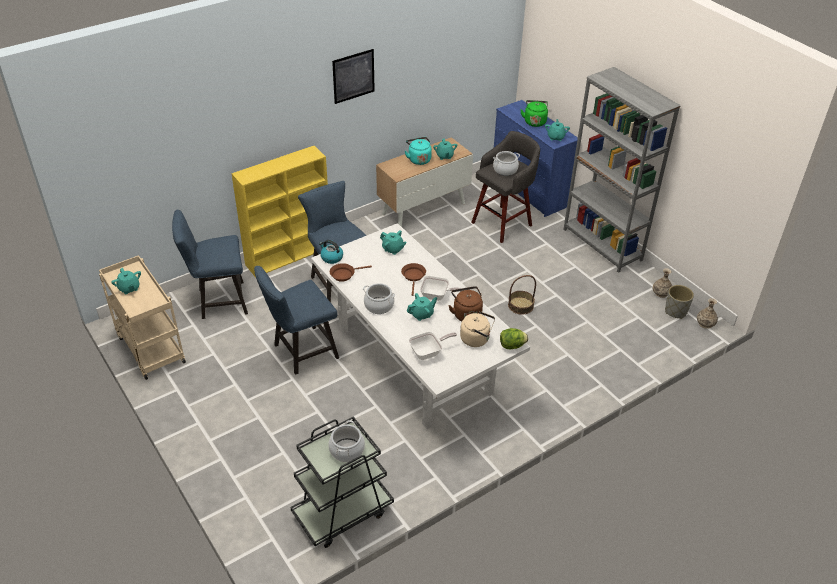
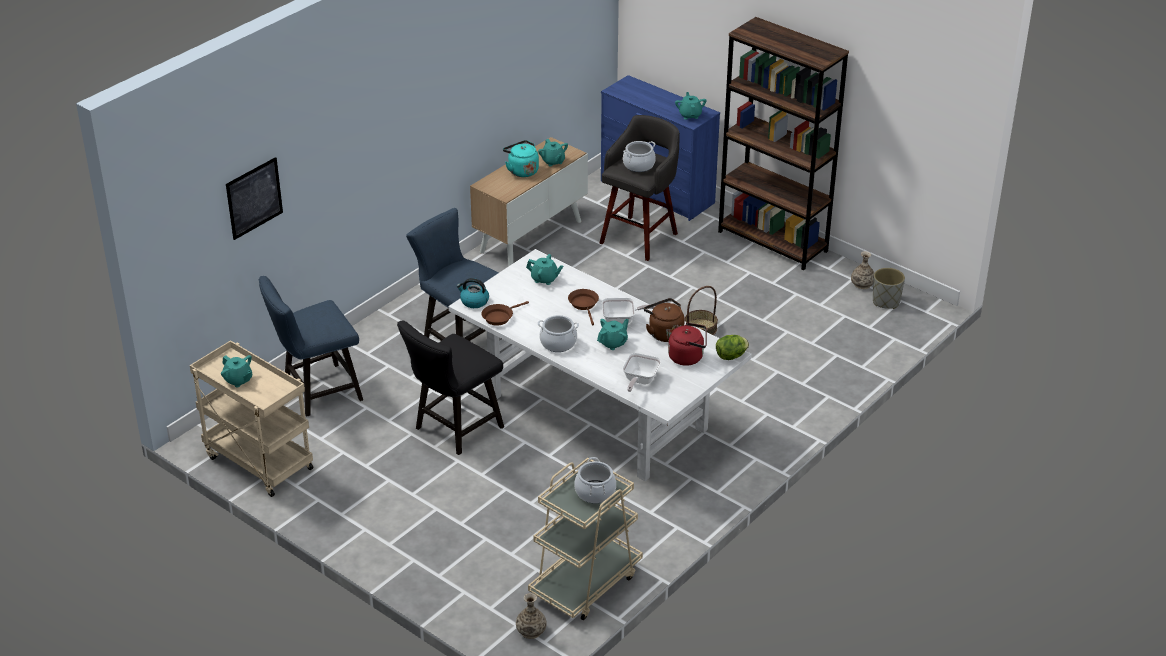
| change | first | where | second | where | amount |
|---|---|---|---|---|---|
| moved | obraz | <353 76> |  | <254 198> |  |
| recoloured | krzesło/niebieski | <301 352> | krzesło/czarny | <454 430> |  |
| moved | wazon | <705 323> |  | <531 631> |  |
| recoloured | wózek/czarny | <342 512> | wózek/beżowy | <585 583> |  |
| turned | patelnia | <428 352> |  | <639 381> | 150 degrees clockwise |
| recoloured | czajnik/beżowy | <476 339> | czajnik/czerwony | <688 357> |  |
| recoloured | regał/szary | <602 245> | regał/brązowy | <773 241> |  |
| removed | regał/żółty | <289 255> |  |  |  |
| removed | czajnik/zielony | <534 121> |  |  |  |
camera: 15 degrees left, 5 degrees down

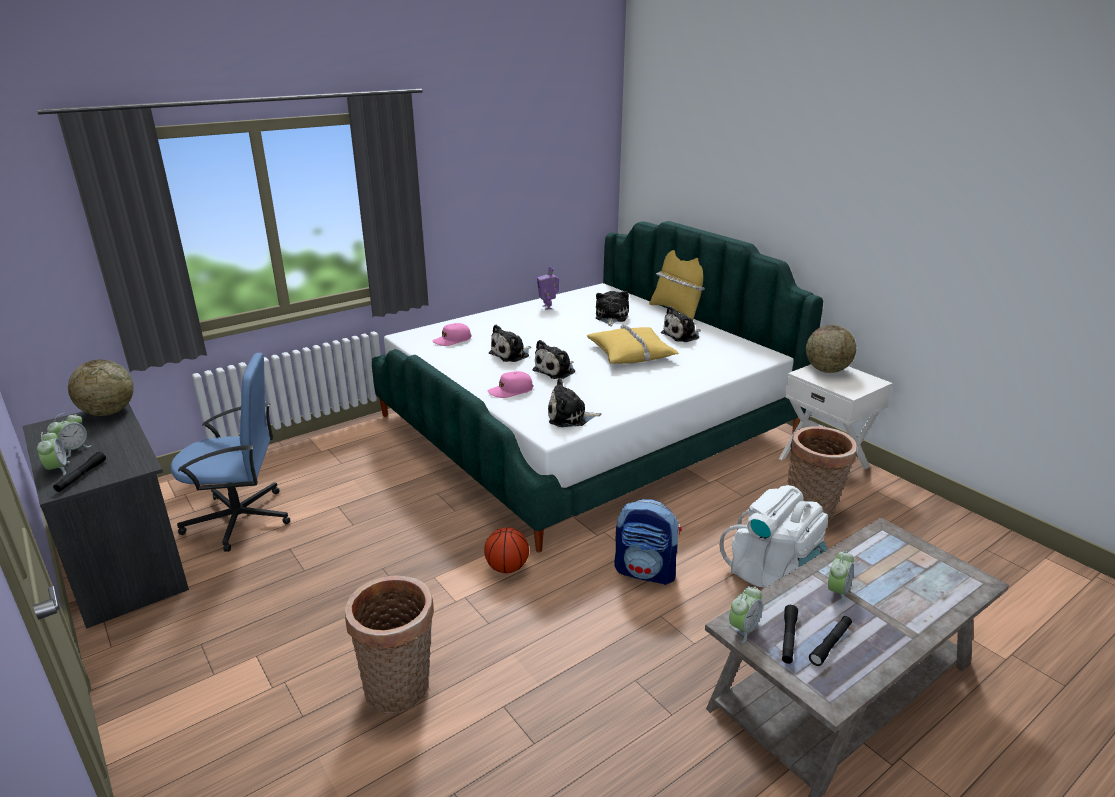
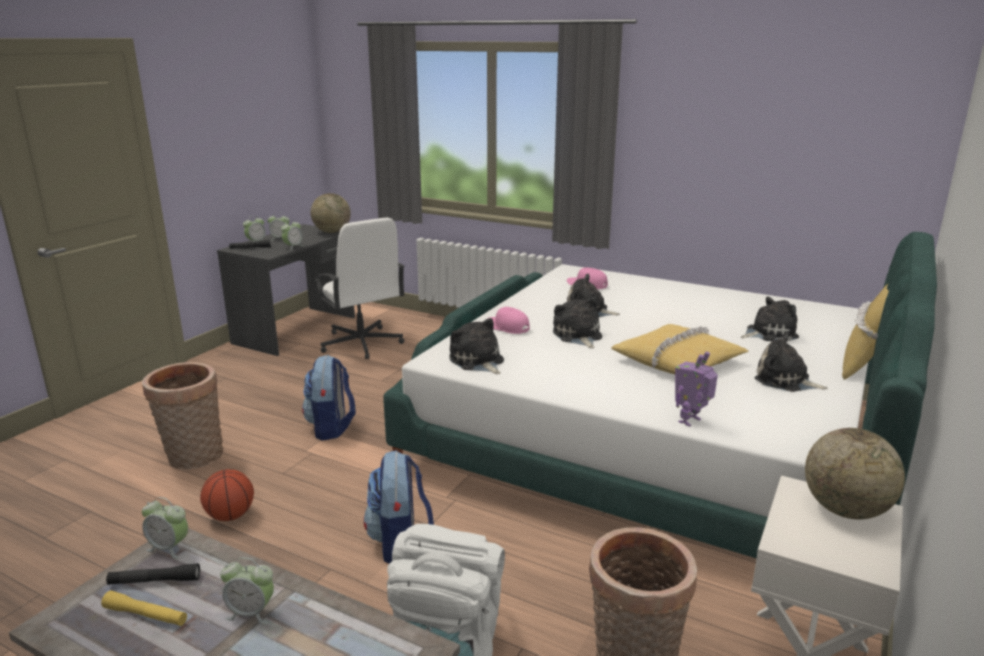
| change | first | where | second | where | amount |
|---|---|---|---|---|---|
| recoloured | latarka/czarny | <830 644> | latarka/żółty | <146 615> |  |
| moved | piłka do koszykówki | <507 568> |  | <230 516> |  |
| added |  |  | budzik | <293 247> |  |
| added |  |  | plecak | <331 427> |  |
| recoloured | krzesło biurowe/niebieski | <240 519> | krzesło biurowe/biały | <361 343> |  |
| turned | pluszak | <556 371> |  | <578 336> | 60 degrees clockwise |
| moved | robot zabawkowy | <548 307> |  | <690 421> |  |
camera: 65 degrees right, 5 degrees down

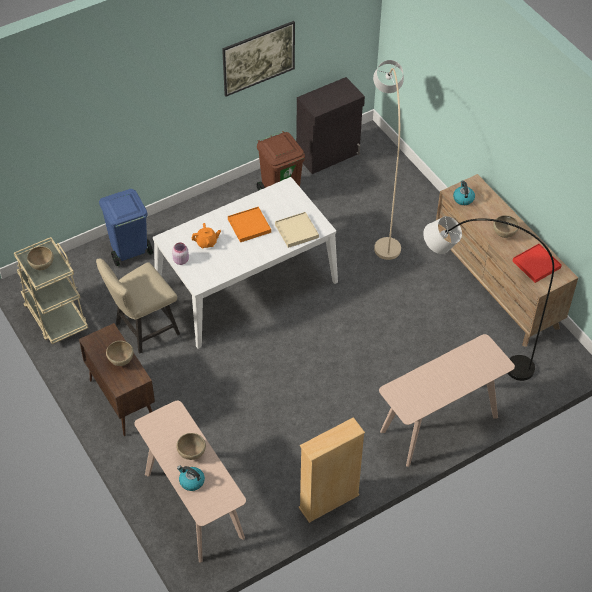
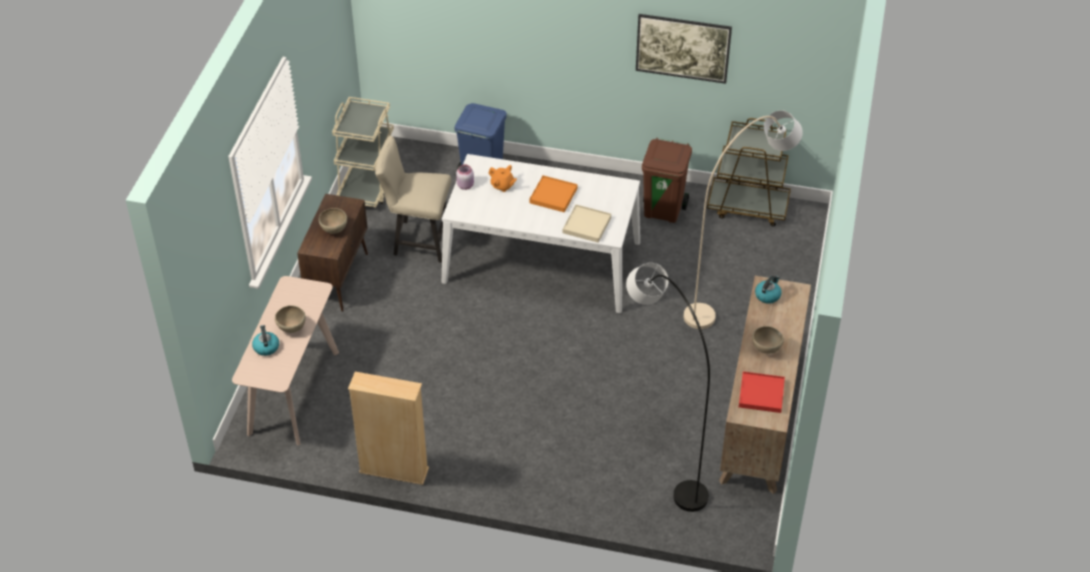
| change | first | where | second | where | amount |
|---|---|---|---|---|---|
| replaced | szafka/czarny | <328 155> | wózek/brązowy | <748 207> |  |
| removed | miska/brązowy | <42 265> |  |  |  |
| removed | stolik konsolowy/beżowy | <439 424> |  |  |  |
camera: 45 degrees right, 5 degrees down

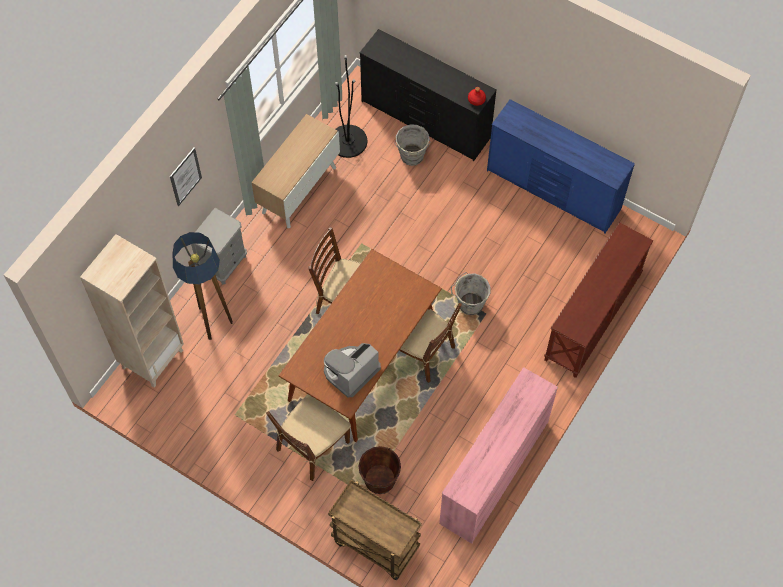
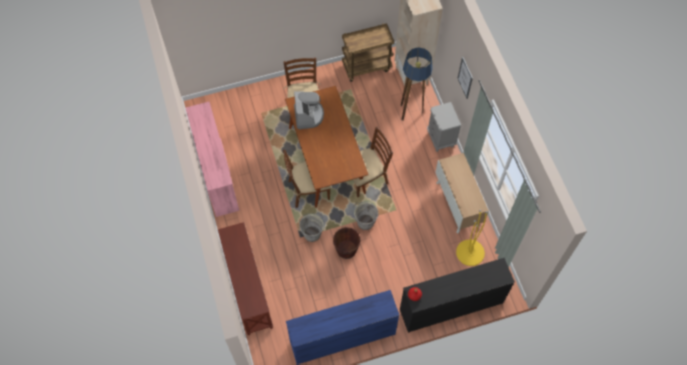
| change | first | where | second | where | amount |
|---|---|---|---|---|---|
| moved | wiadro/brązowy | <380 479> |  | <346 249> |  |
| moved | wózek/brązowy | <374 544> |  | <366 66> |  |
| moved | wiadro/szary | <412 157> |  | <365 222> |  |
| recoloured | lampa stojąca/czarny | <348 141> | lampa stojąca/żółty | <470 252> |  |
camera: 130 degrees right, 0 degrees up

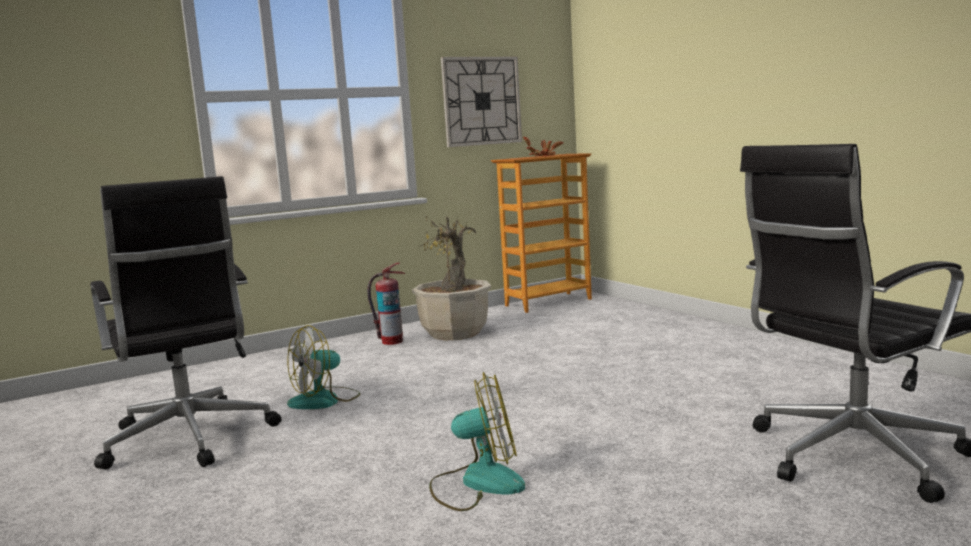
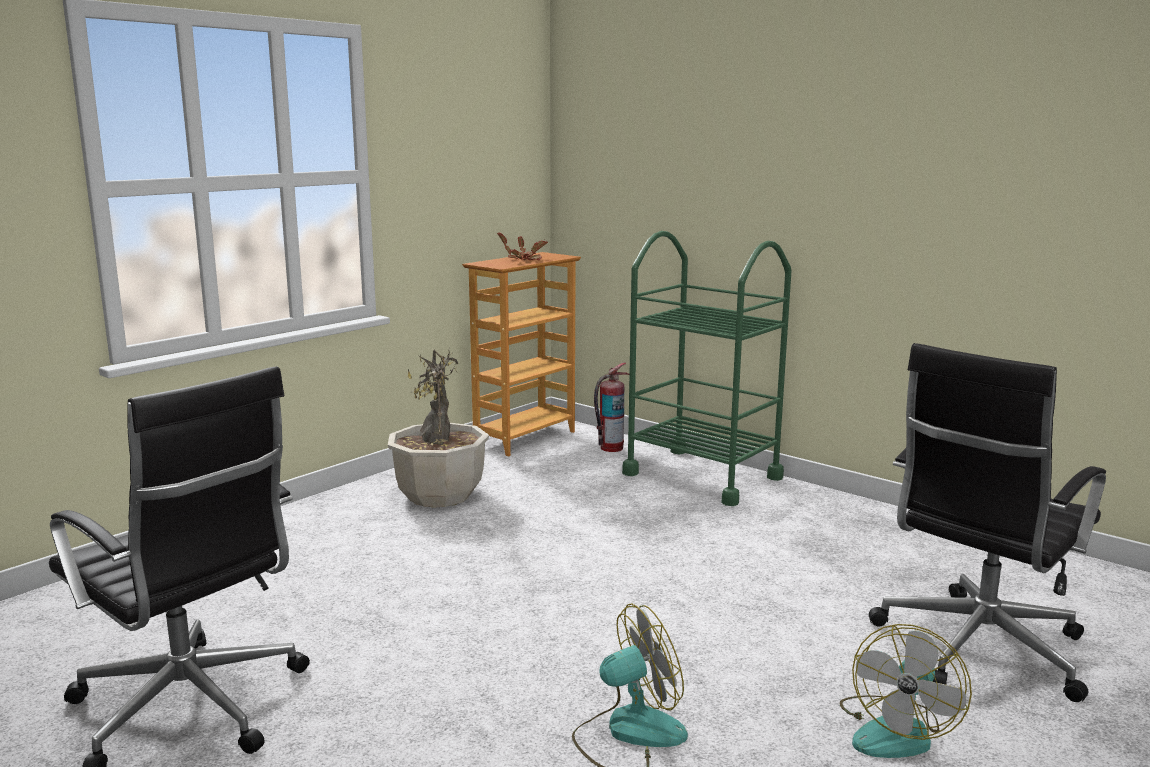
| change | first | where | second | where | amount |
|---|---|---|---|---|---|
| moved | gaśnica | <391 341> |  | <610 448> |  |
| added |  |  | wózek/zielony | <702 476> |  |
| moved | wentylator | <325 400> |  | <896 730> |  |
| removed | zegar ścienny | <481 101> |  |  |  |
camera: 20 degrees left, 5 degrees up

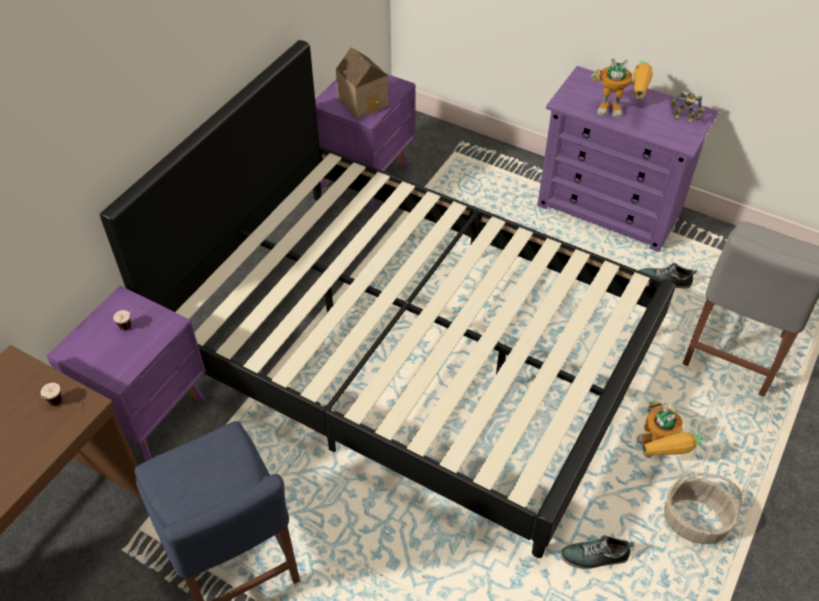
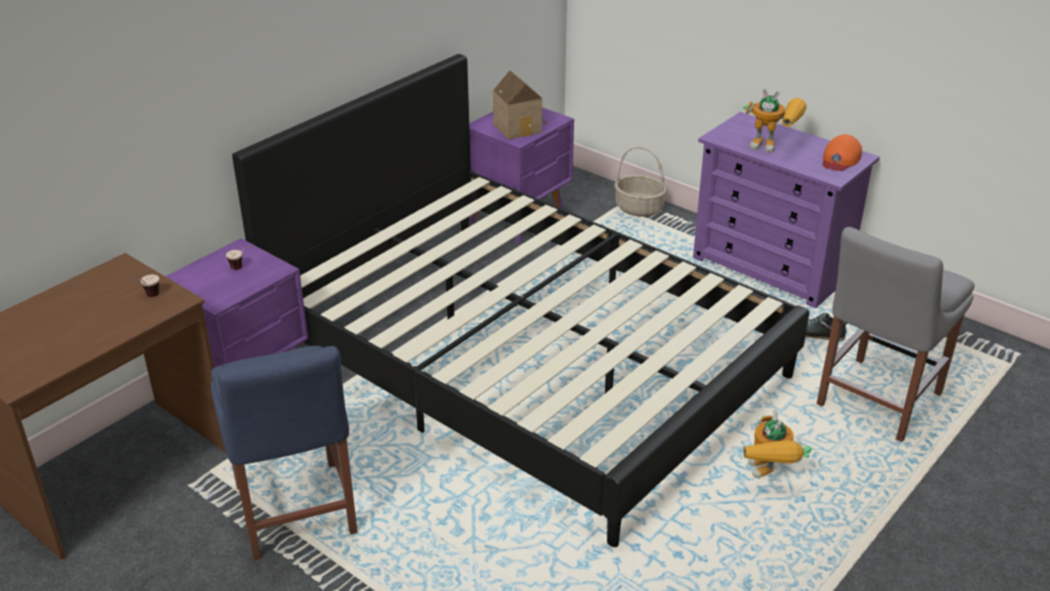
| change | first | where | second | where | amount |
|---|---|---|---|---|---|
| moved | koszyk | <693 521> |  | <638 208> |  |
| replaced | robot zabawkowy | <684 118> | czapka z daszkiem/pomarańczowy | <840 159> |  |
| removed | but | <594 557> |  |  |  |
camera: 10 degrees right, 15 degrees down

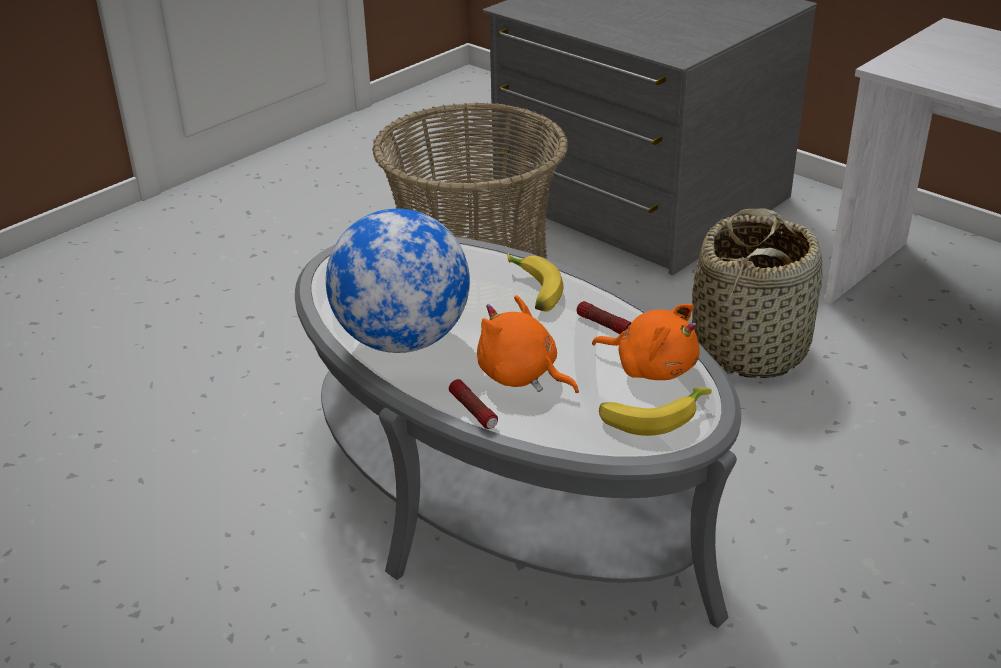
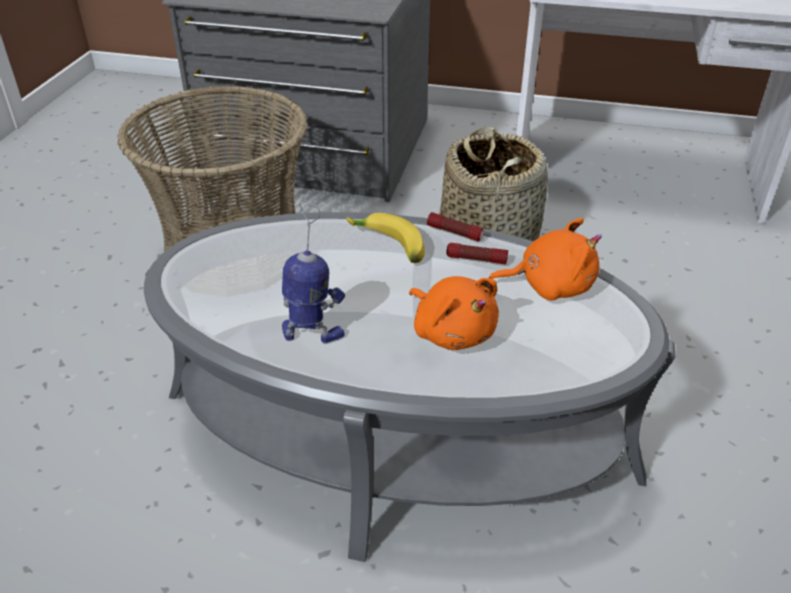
| change | first | where | second | where | amount |
|---|---|---|---|---|---|
| replaced | globus | <402 340> | robot zabawkowy | <312 333> |  |
| turned | pluszak/pomarańczowy | <521 376> |  | <452 332> | 135 degrees counterclockwise |
| moved | latarka | <473 411> |  | <455 233> |  |
| removed | banan | <652 416> |  |  |  |
camera: 30 degrees left, 5 degrees up

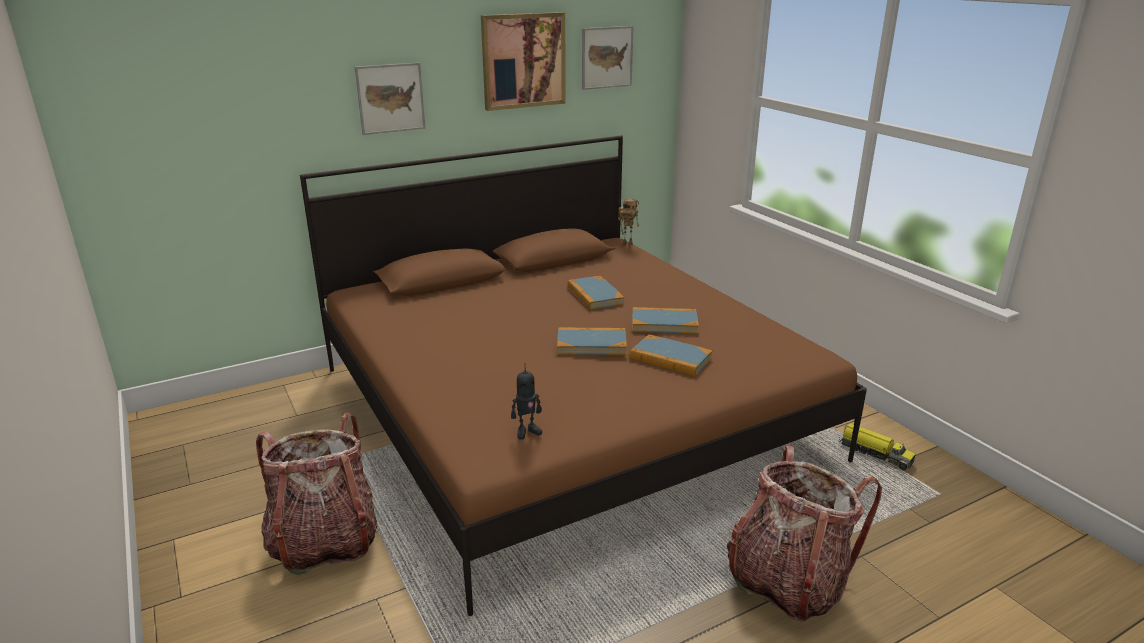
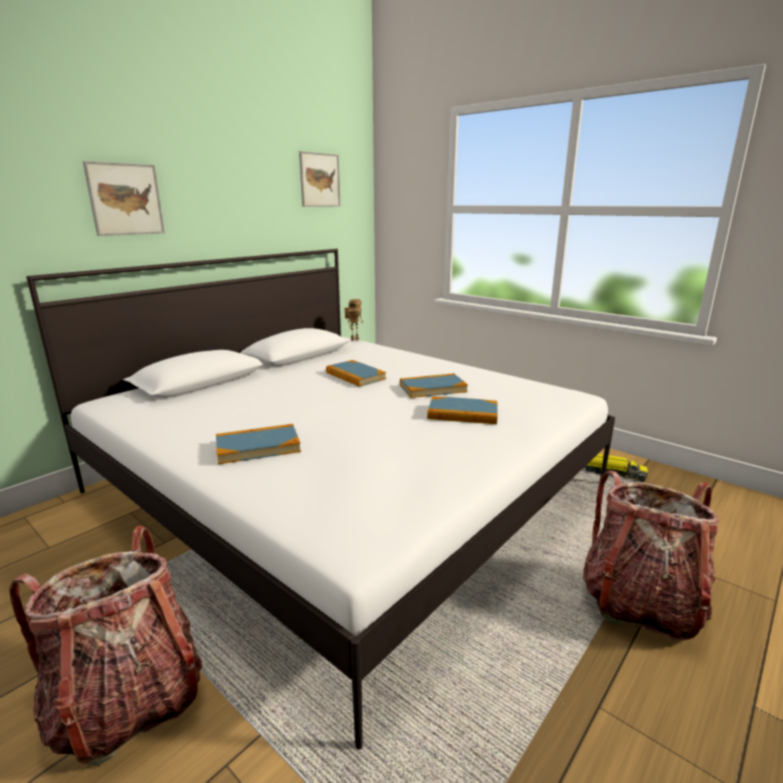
| change | first | where | second | where | amount |
|---|---|---|---|---|---|
| recoloured | łóżko/brązowy | <565 411> | łóżko/biały | <345 487> |  |
| moved | książka | <591 344> |  | <258 447> |  |
| removed | obraz | <523 61> |  |  |  |
| removed | robot zabawkowy | <527 431> |  |  |  |
camera: 20 degrees left, 5 degrees down

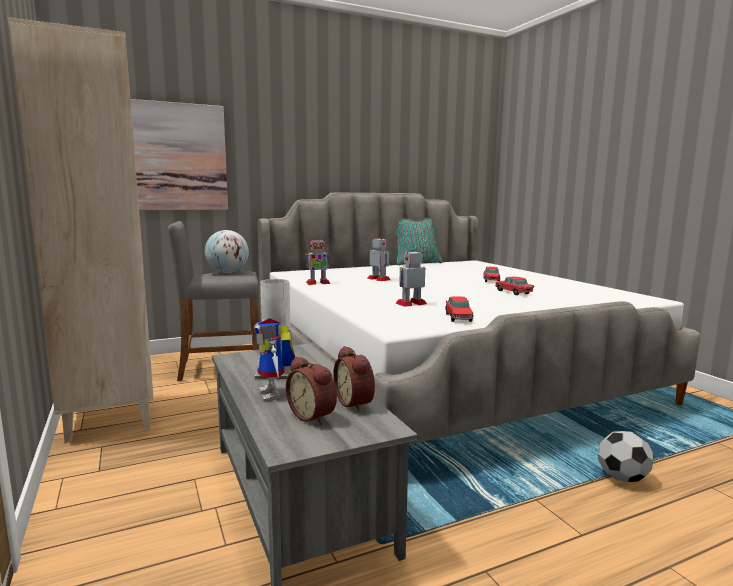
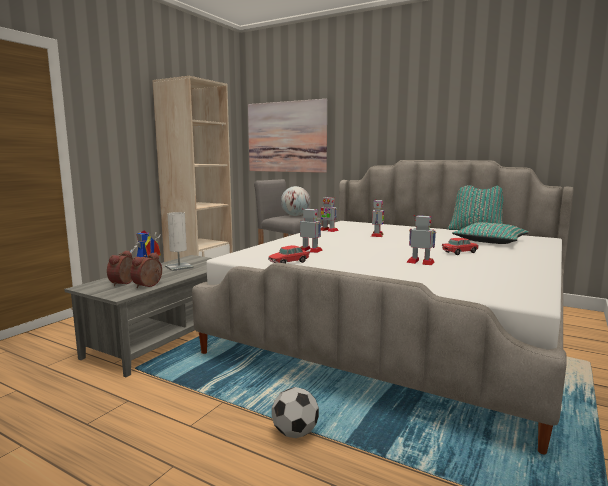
| change | first | where | second | where | amount |
|---|---|---|---|---|---|
| replaced | samochodzik | <513 292> | robot zabawkowy | <421 262> |  |
| added |  |  | poduszka/turkusowy | <490 241> |  |
camera: 55 degrees right, 0 degrees up

